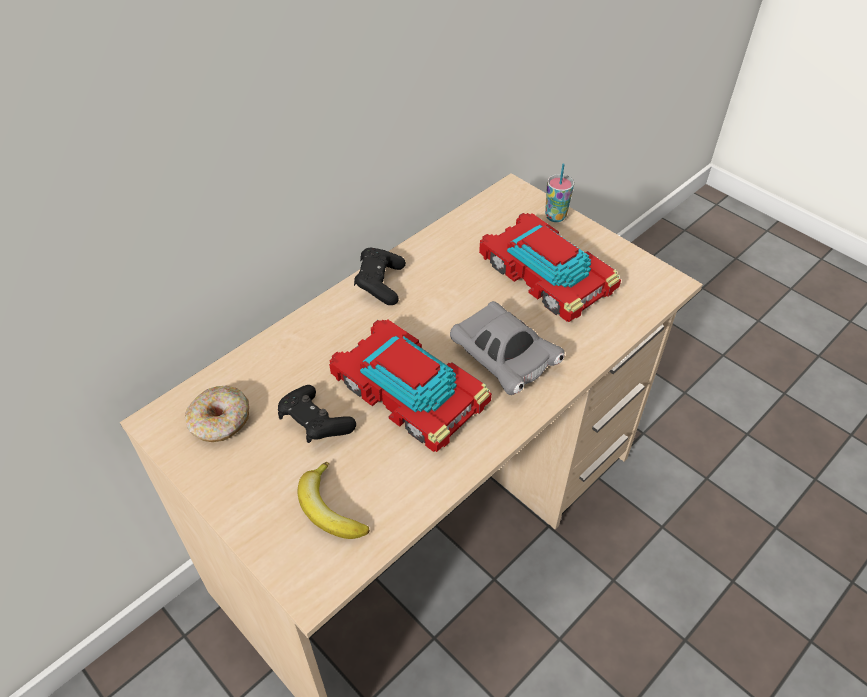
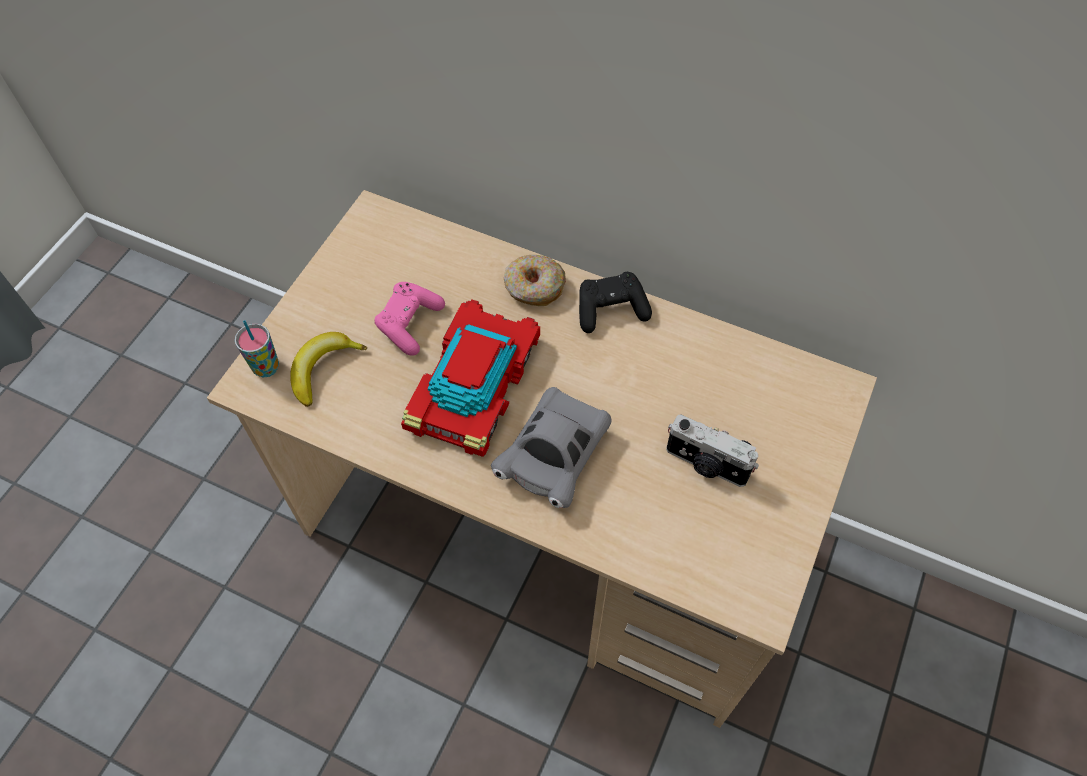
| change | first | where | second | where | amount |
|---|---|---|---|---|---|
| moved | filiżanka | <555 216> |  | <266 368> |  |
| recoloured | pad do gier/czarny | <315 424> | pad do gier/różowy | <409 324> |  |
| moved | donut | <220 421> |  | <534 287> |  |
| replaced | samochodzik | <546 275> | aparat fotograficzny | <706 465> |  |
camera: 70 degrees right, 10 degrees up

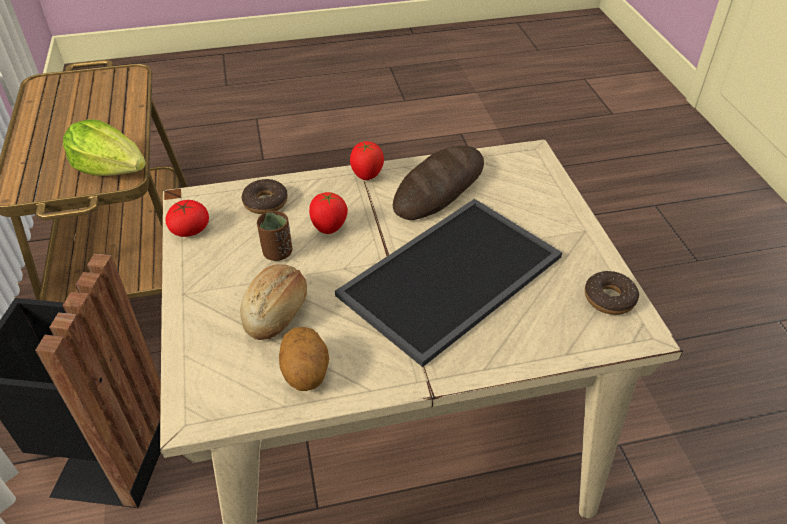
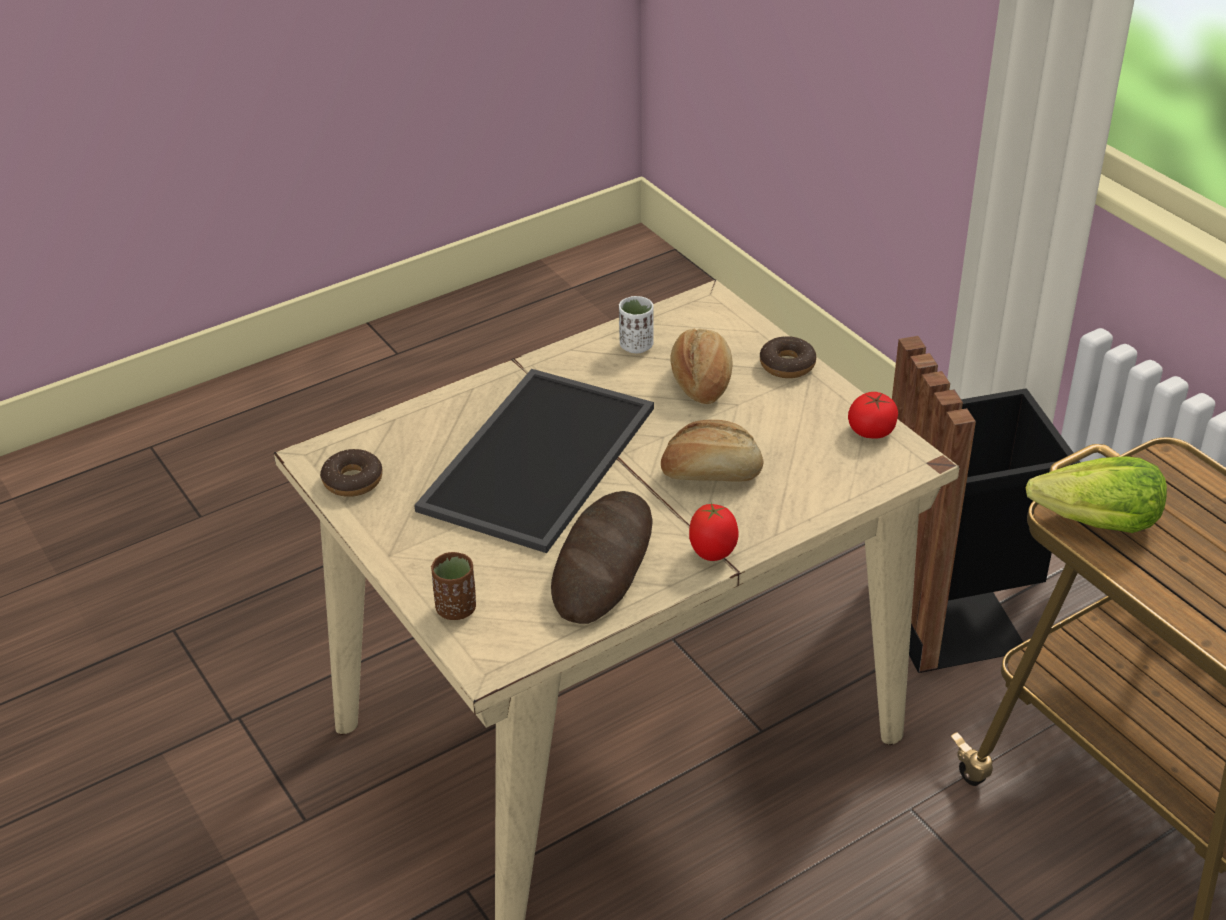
| change | first | where | second | where | amount |
|---|---|---|---|---|---|
| moved | filiżanka/brązowy | <277 253> |  | <456 609> |  |
| replaced | ziemniak | <306 373> | filiżanka/biały | <636 346> |  |
| replaced | pomidor | <329 229> | chleb | <711 472> |  |
| moved | donut | <265 202> |  | <787 365> |  |
camera: 160 degrees right, 5 degrees down

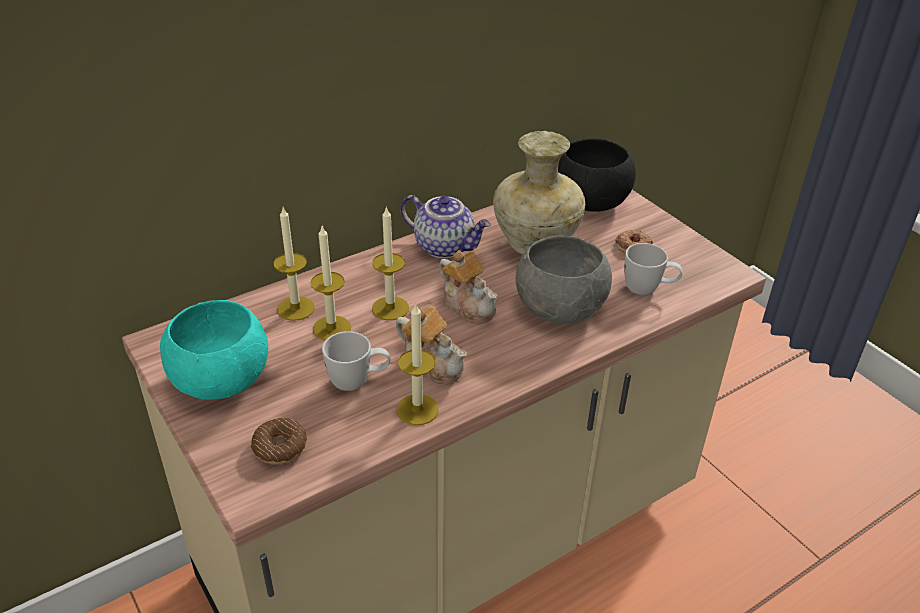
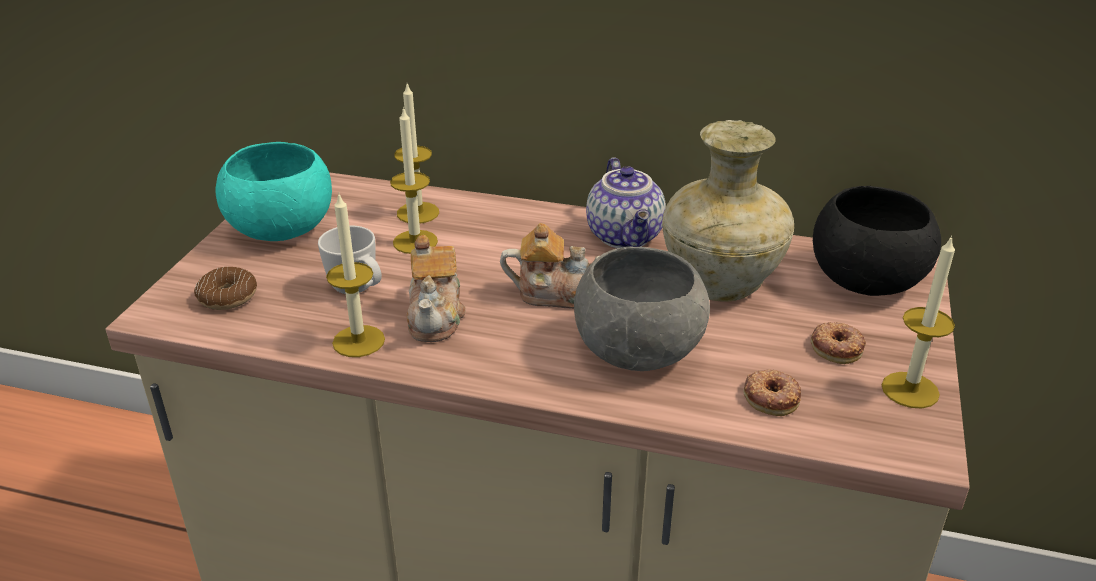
| change | first | where | second | where | amount |
|---|---|---|---|---|---|
| turned | imbryk | <469 305> |  | <555 293> | 90 degrees counterclockwise |
| replaced | kubek/biały | <648 290> | donut | <771 397> |  |
| moved | świeca | <390 308> |  | <910 390> |  |
camera: 50 degrees right, 5 degrees down

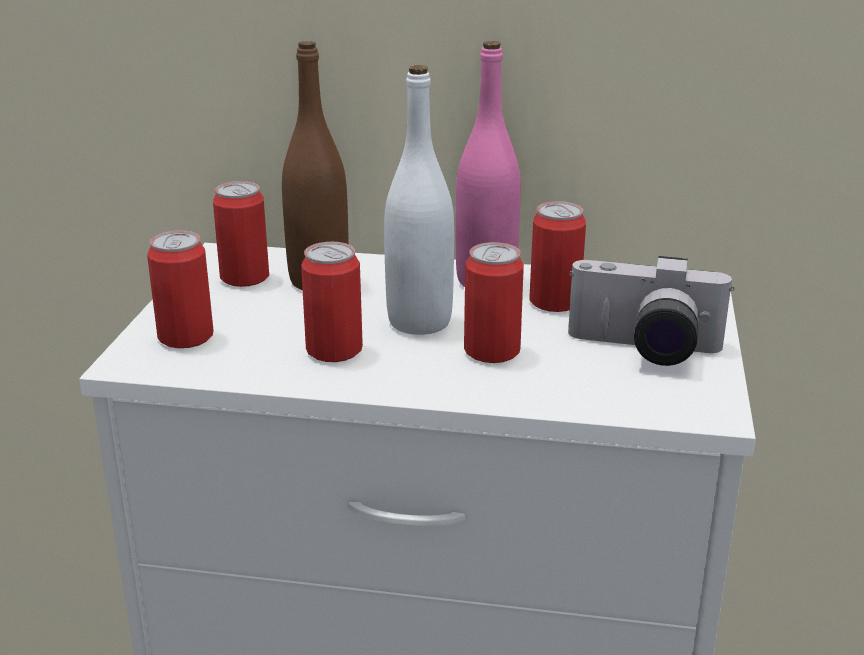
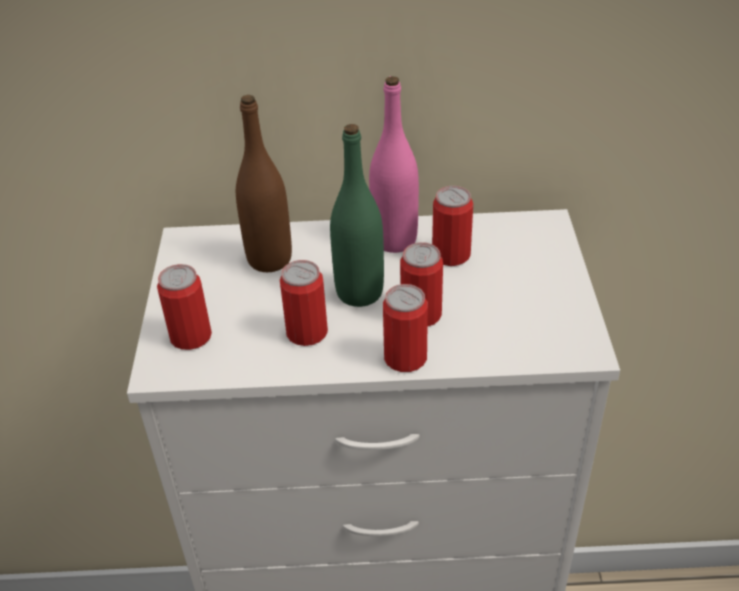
| change | first | where | second | where | amount |
|---|---|---|---|---|---|
| recoloured | butelka/biały | <419 322> | butelka/zielony | <359 292> |  |
| moved | puszka | <244 277> |  | <405 358> |  |
| removed | aparat fotograficzny | <643 350> |  |  |  |
camera: 10 degrees left, 15 degrees up

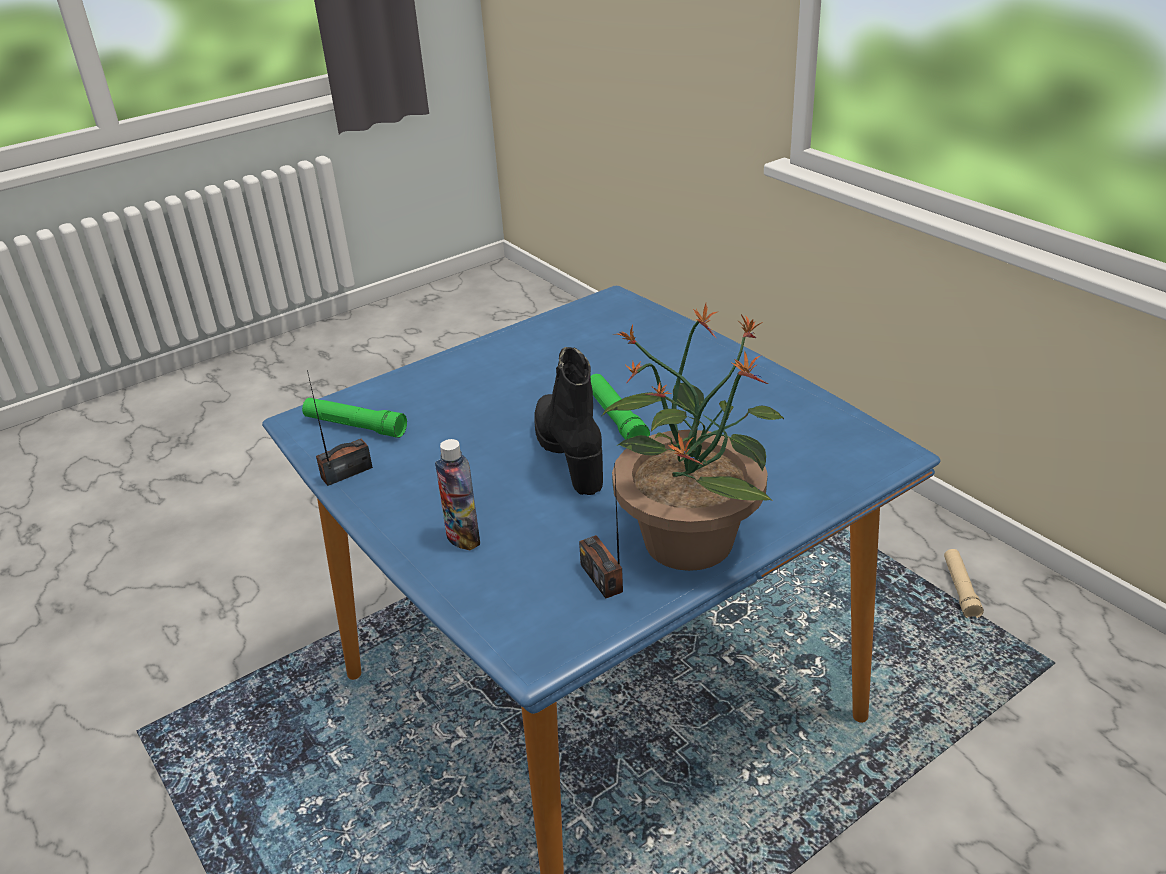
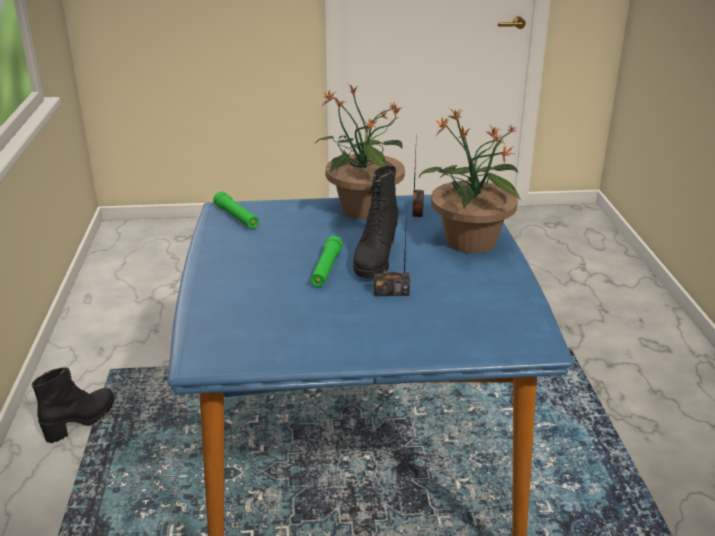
| change | first | where | second | where | amount |
|---|---|---|---|---|---|
| replaced | latarka/beżowy | <960 589> | but z cholewką/czarny | <81 421> |  |
| moved | latarka/zielony | <355 426> |  | <236 217> |  |
| moved | radio | <347 473> |  | <391 292> |  |
| replaced | butelka | <463 538> | roślina doniczkowa | <470 242> |  |
camera: 150 degrees left, 5 degrees down

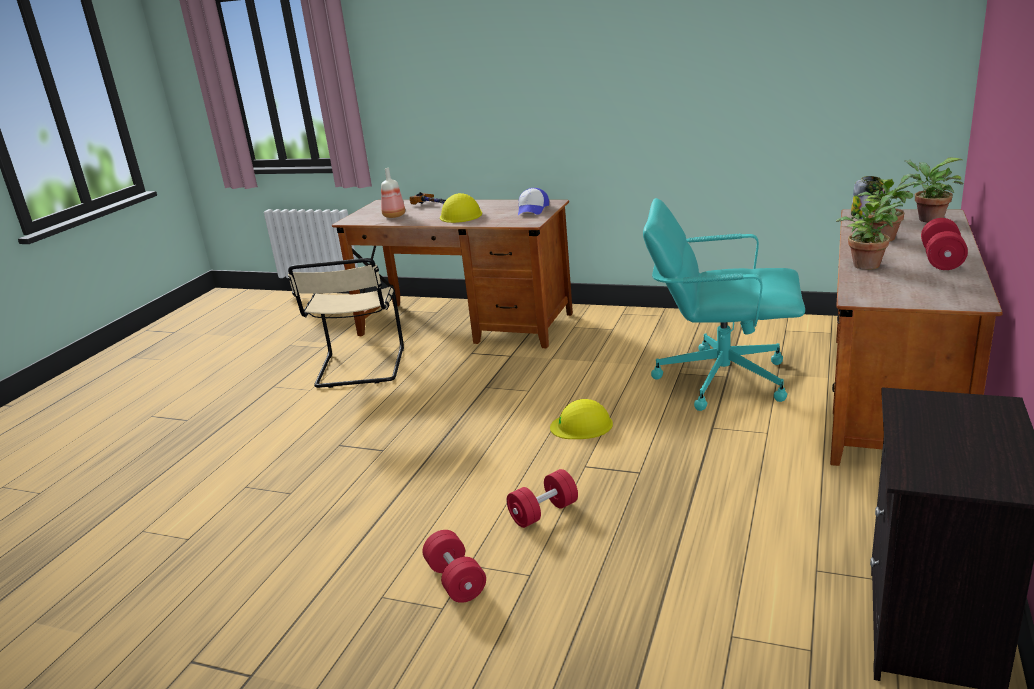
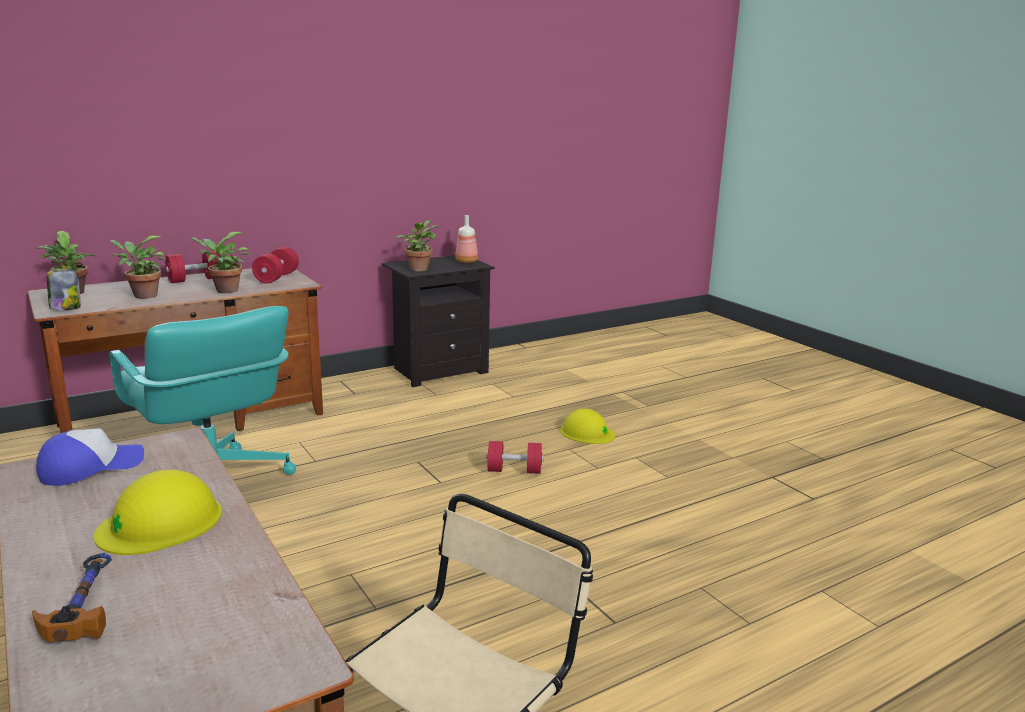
| change | first | where | second | where | amount |
|---|---|---|---|---|---|
| moved | hantel/czerwony | <456 580> |  | <276 278> |  |
| added |  |  | roślina doniczkowa | <419 268> |  |
| moved | butelka | <394 216> |  | <467 261> |  |
| moved | kask/żółty | <582 425> |  | <587 432> |  |
camera: 145 degrees left, 5 degrees down

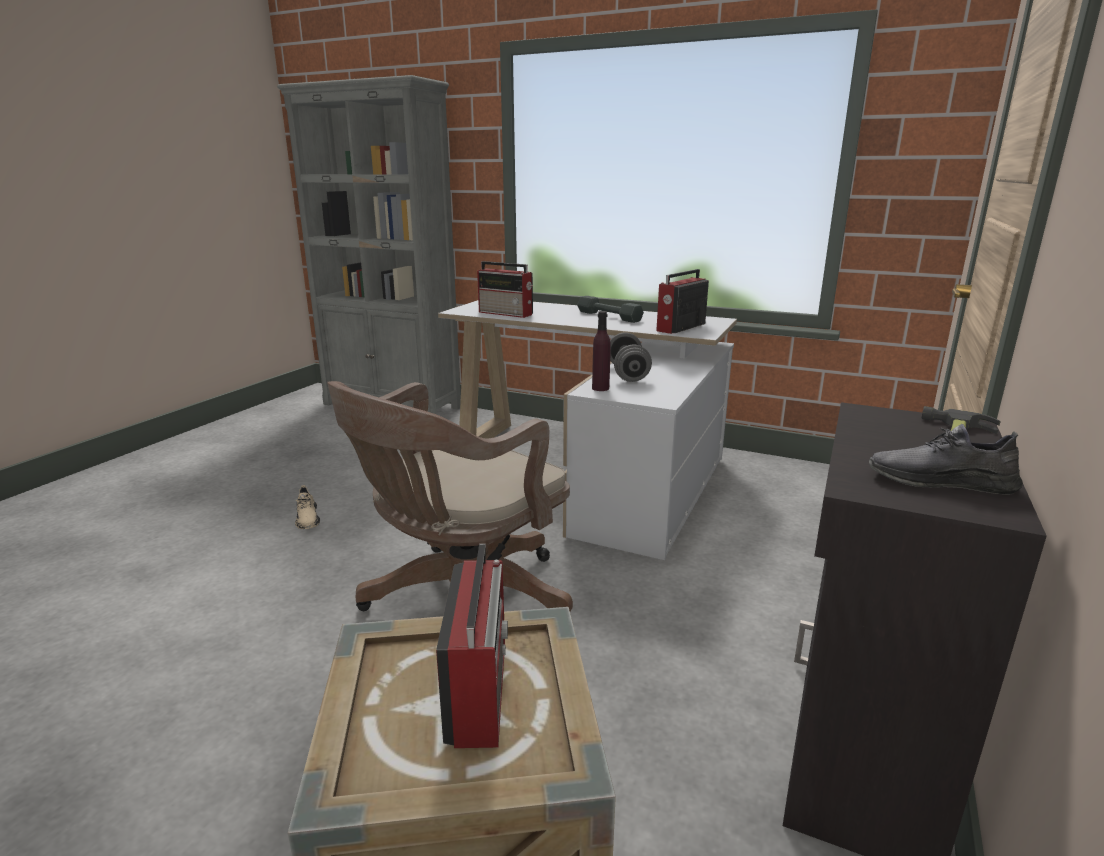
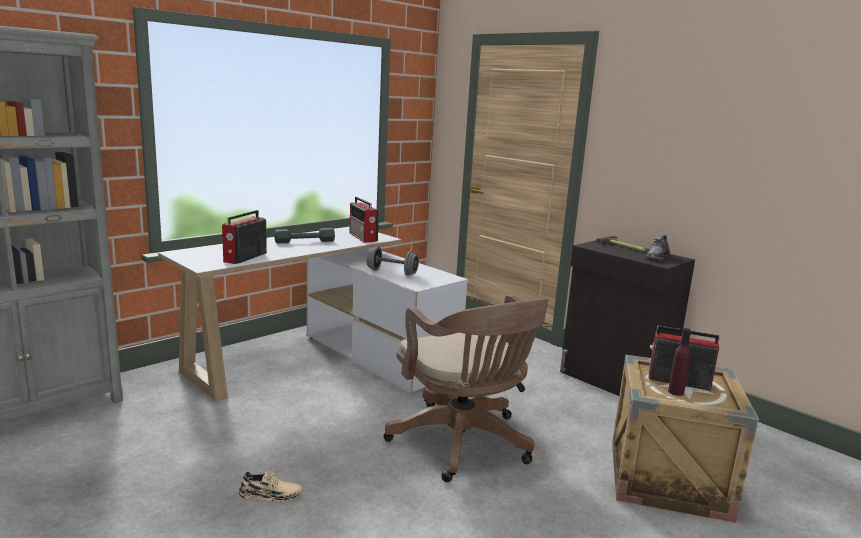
| change | first | where | second | where | amount |
|---|---|---|---|---|---|
| turned | radio | <507 313> |  | <244 258> | 150 degrees clockwise |
| moved | butelka/fioletowy | <600 388> |  | <675 392> |  |
camera: 70 degrees left, 5 degrees down

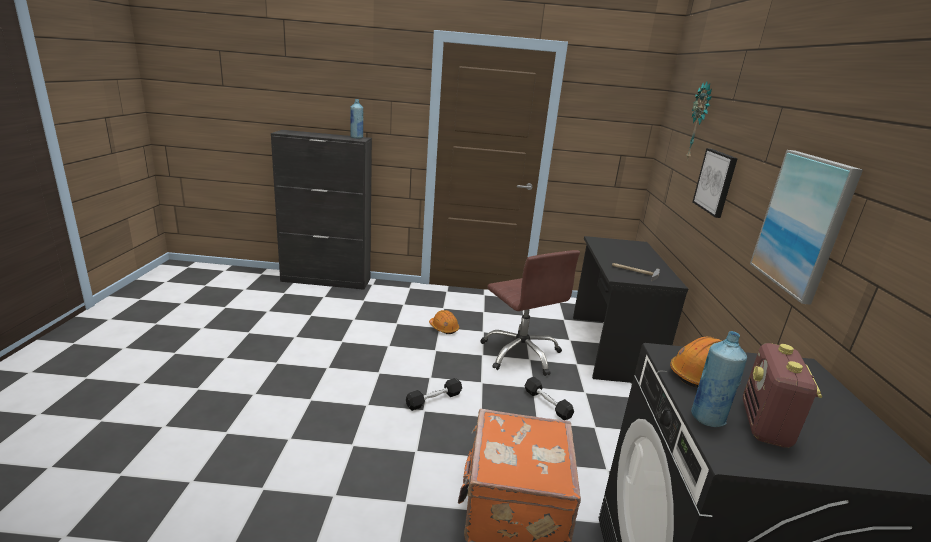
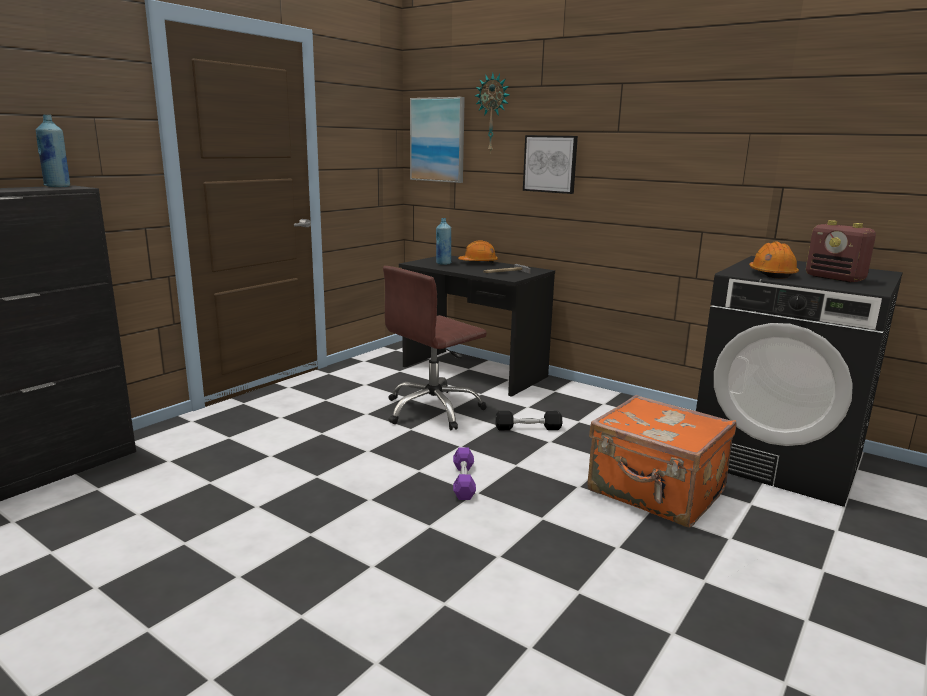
| change | first | where | second | where | amount |
|---|---|---|---|---|---|
| turned | krzesło biurowe/brązowy | <521 353> |  | <433 410> | 135 degrees clockwise |
| moved | obraz | <802 224> |  | <437 140> |  |
| moved | butelka/niebieski | <707 417> |  | <443 263> |  |
| recoloured | hantel/czarny | <434 400> | hantel/fioletowy | <463 481> |  |
| moved | kask/pomarańczowy | <444 328> |  | <478 262> |  |
camera: 55 degrees left, 5 degrees down

